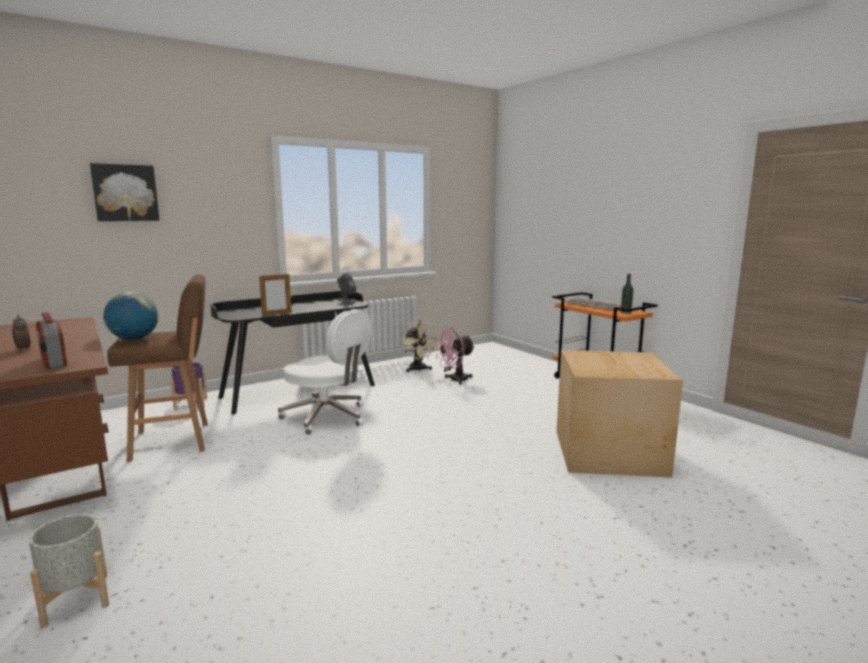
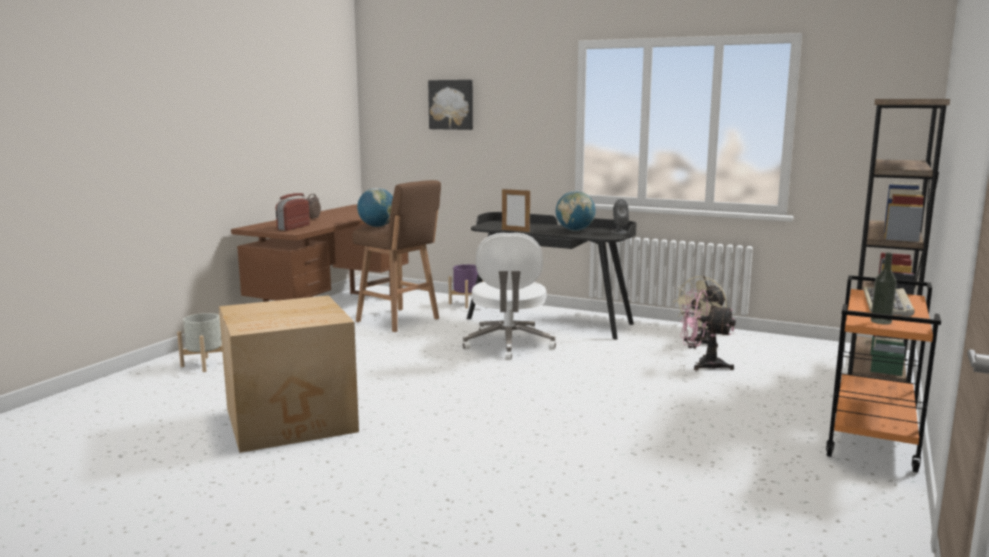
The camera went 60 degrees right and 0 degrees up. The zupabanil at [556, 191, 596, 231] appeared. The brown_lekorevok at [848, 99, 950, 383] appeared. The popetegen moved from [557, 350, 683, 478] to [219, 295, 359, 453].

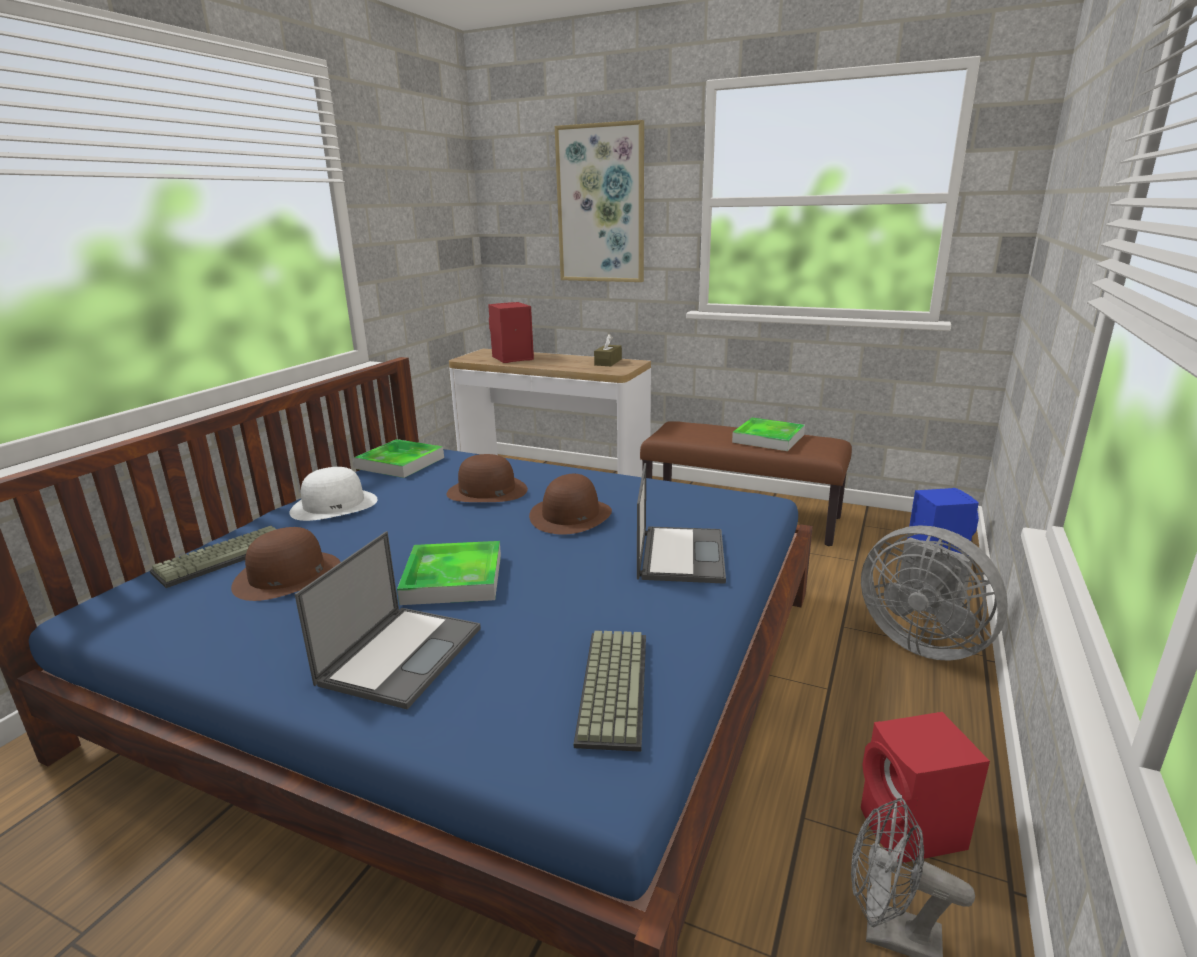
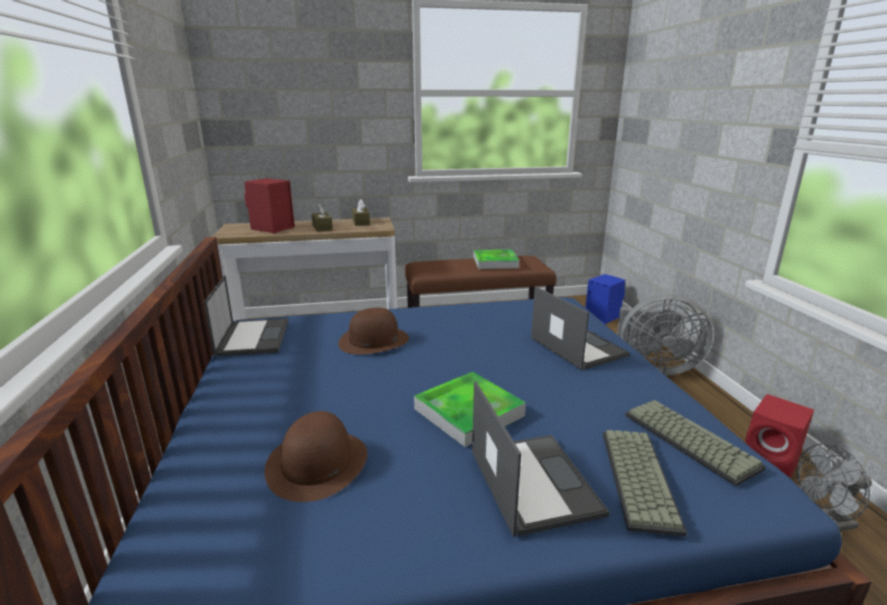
The camera went 35 degrees left and 0 degrees up. The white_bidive at [289, 467, 378, 521] disappeared. The brown_bidive at [529, 474, 612, 535] disappeared. The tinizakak at [555, 120, 644, 282] disappeared. The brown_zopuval at [311, 204, 333, 232] appeared. The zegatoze moved from [150, 526, 276, 588] to [603, 430, 687, 536]. The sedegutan at [354, 439, 444, 478] was replaced by the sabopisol at [204, 275, 288, 357].

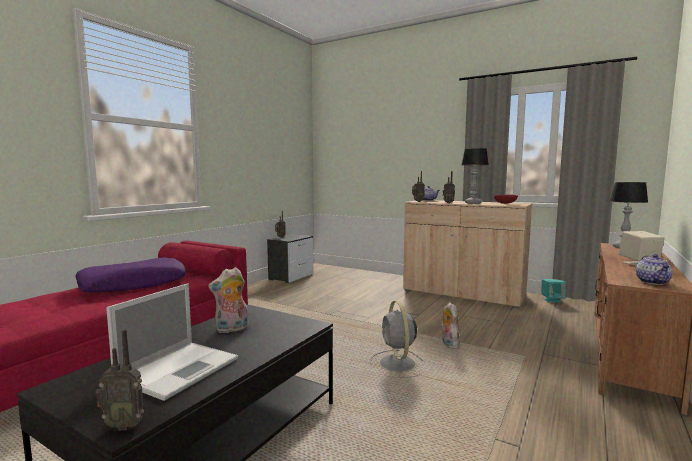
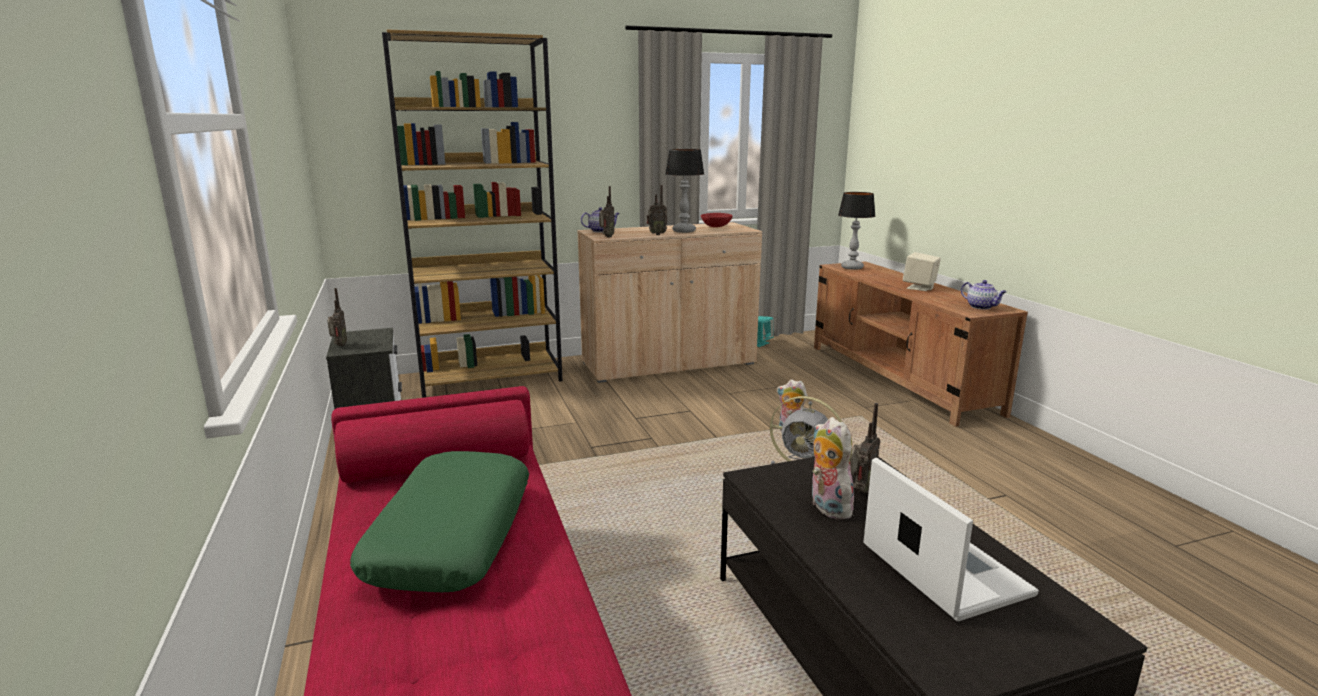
The camera went 50 degrees left and 10 degrees up. The brown_lekorevok at [382, 29, 563, 398] appeared. The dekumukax moved from [96, 329, 144, 430] to [850, 403, 880, 493]. The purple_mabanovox at [76, 257, 186, 293] became the green_mabanovox at [350, 451, 529, 592]. The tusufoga at [208, 267, 248, 334] turned 150 degrees clockwise.

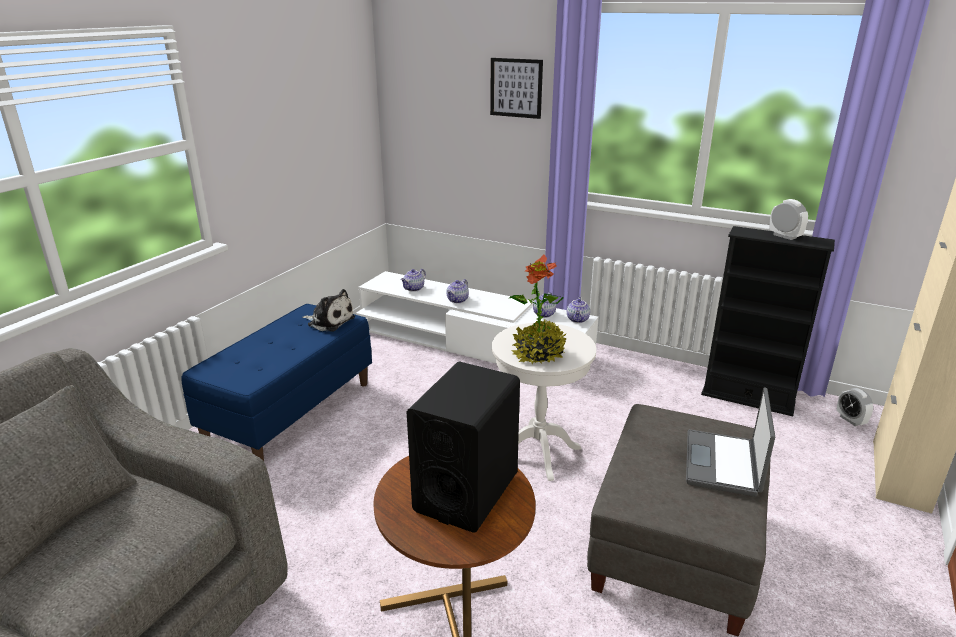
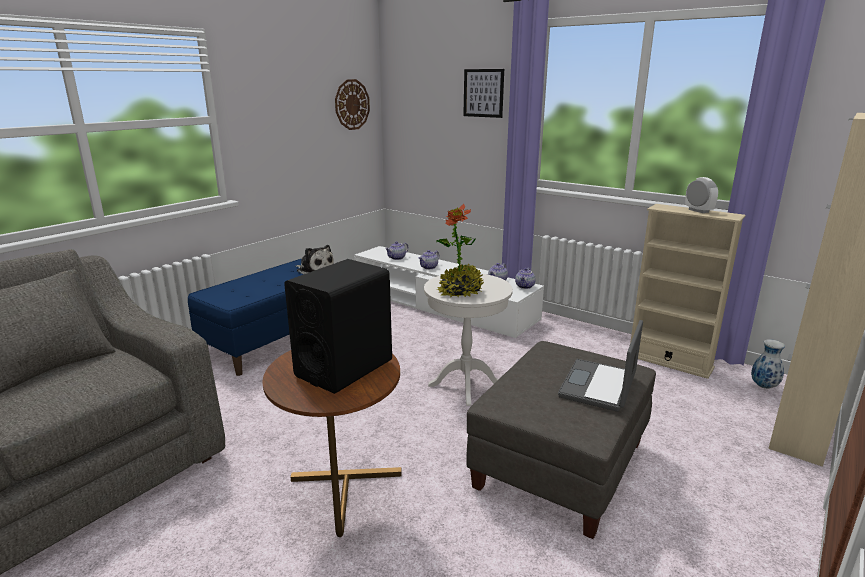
The camera went 10 degrees right and 5 degrees down. The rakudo at [335, 79, 370, 130] appeared. The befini at [837, 388, 873, 426] was replaced by the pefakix at [751, 339, 785, 389]. The black_lekorevok at [701, 226, 835, 416] became the beige_lekorevok at [630, 204, 745, 379].

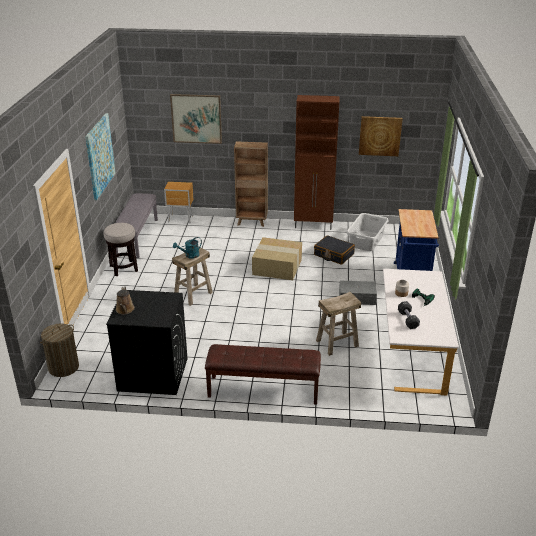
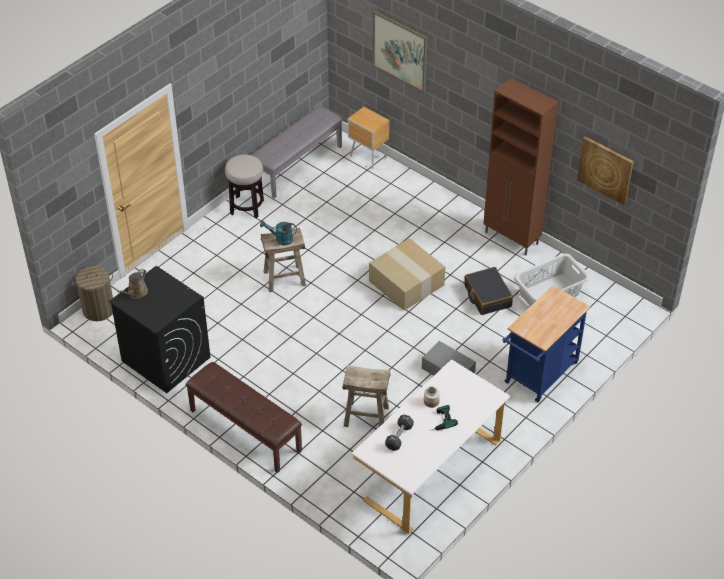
The camera went 35 degrees right and 15 degrees up. The tinizakak at [85, 113, 115, 200] disappeared. The brown_lekorevok at [234, 141, 268, 227] disappeared.

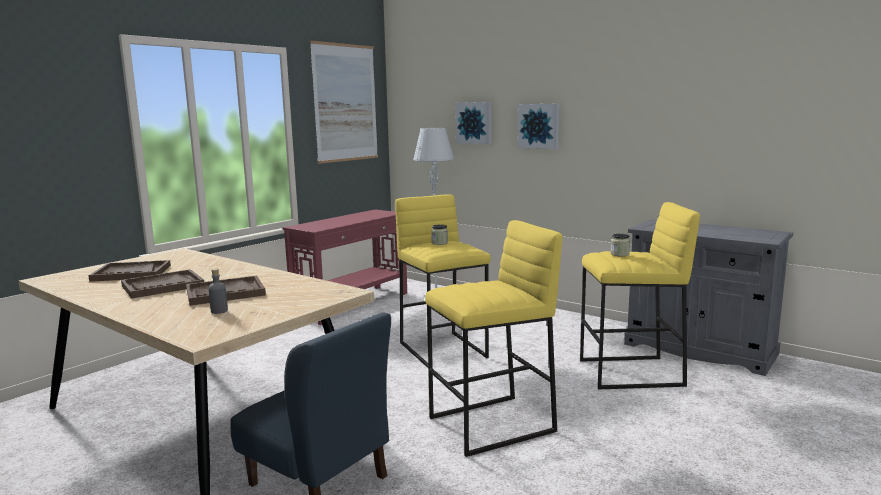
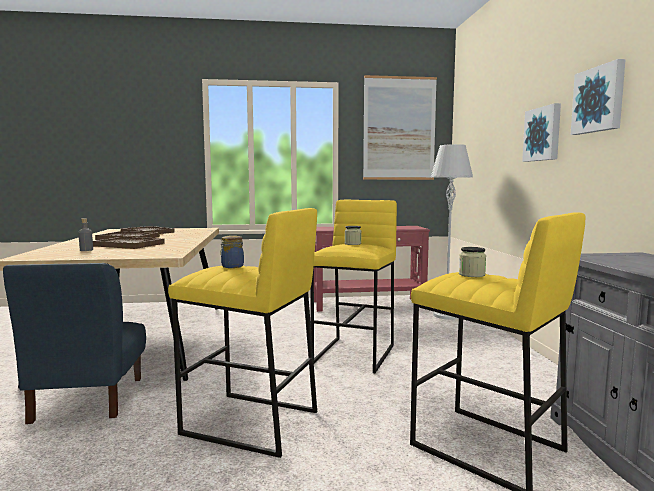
The camera went 45 degrees right and 5 degrees down. The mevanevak at [220, 235, 244, 268] appeared. The tinizakak moved from [455, 102, 492, 144] to [571, 59, 626, 135].

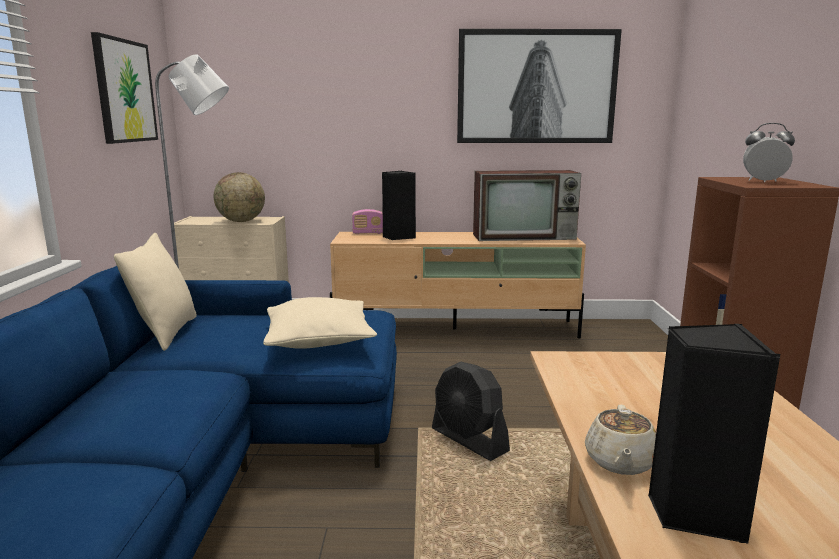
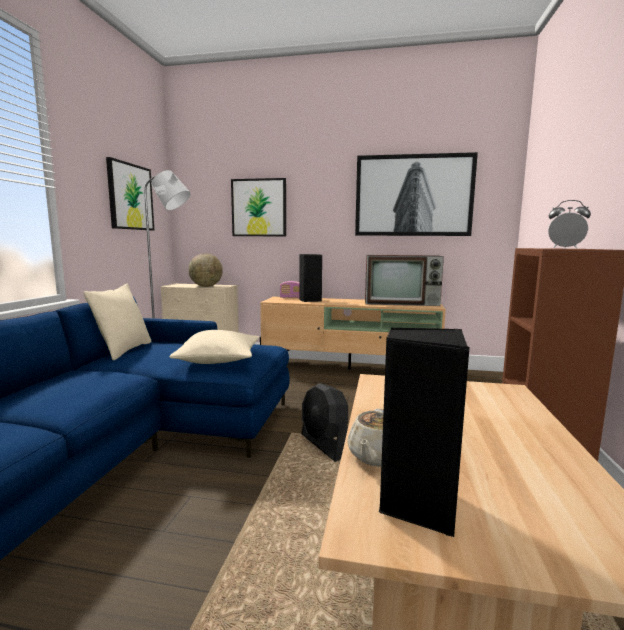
The camera went 10 degrees right and 5 degrees down. The tinizakak at [231, 178, 286, 236] appeared.

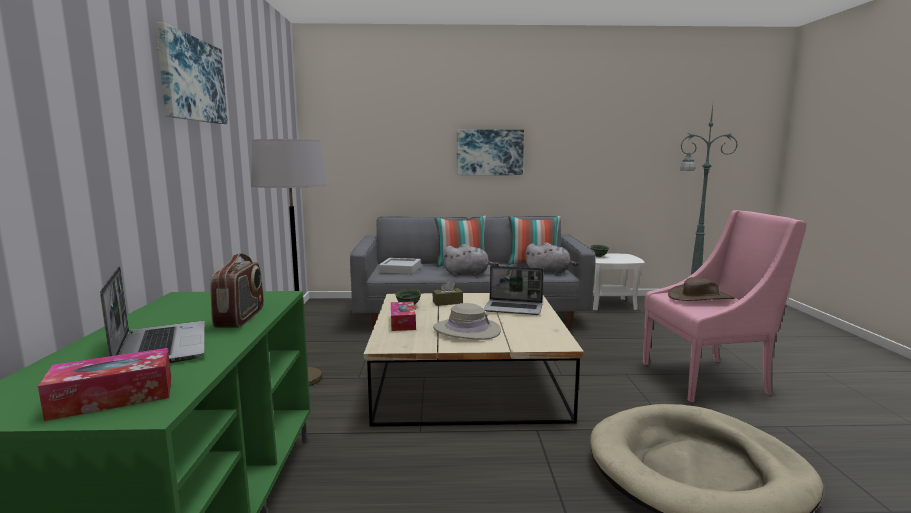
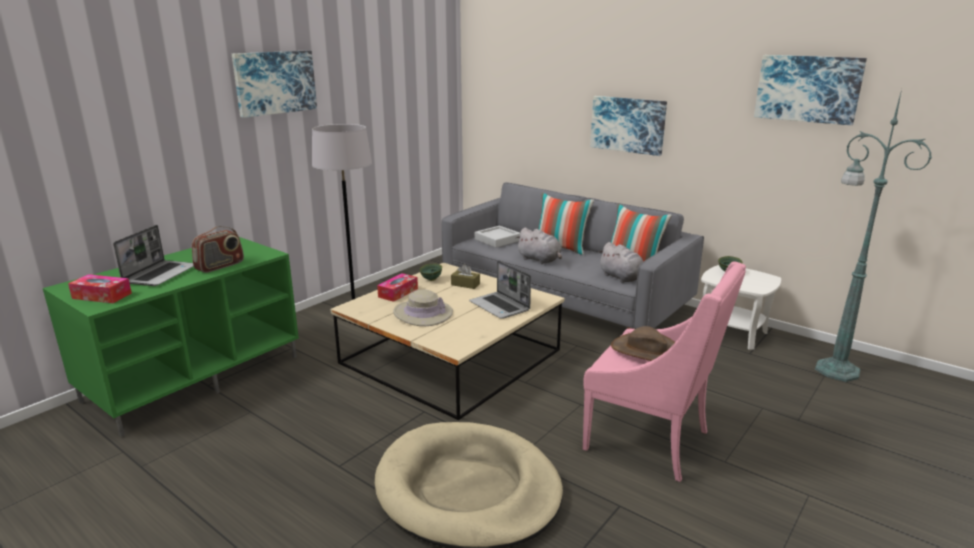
The camera went 40 degrees right and 10 degrees up. The tinizakak at [754, 55, 867, 126] appeared.

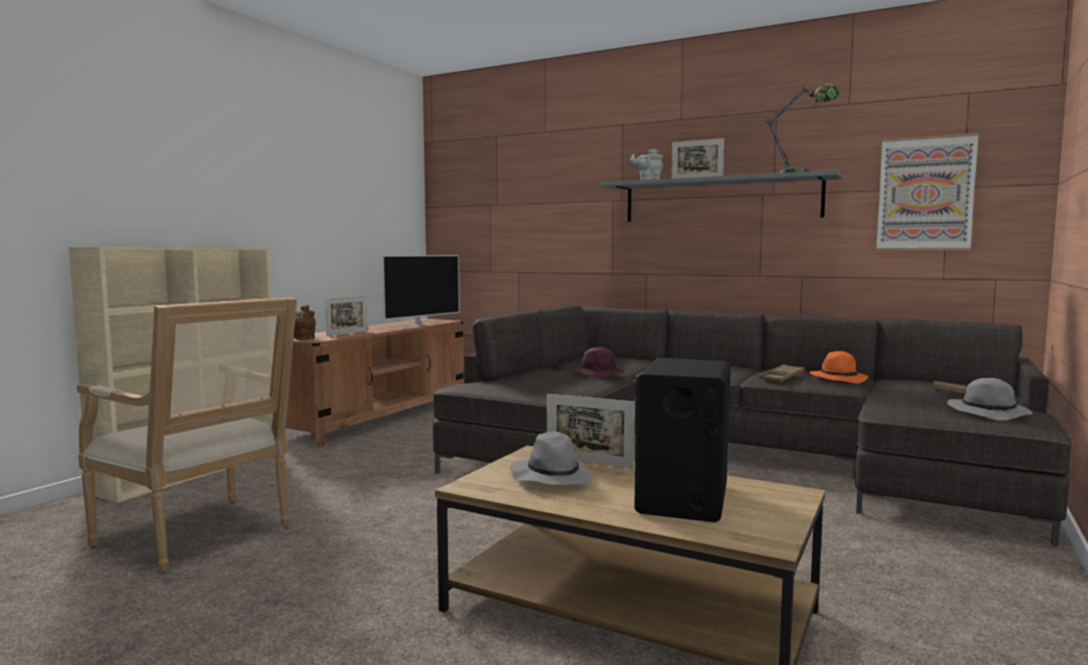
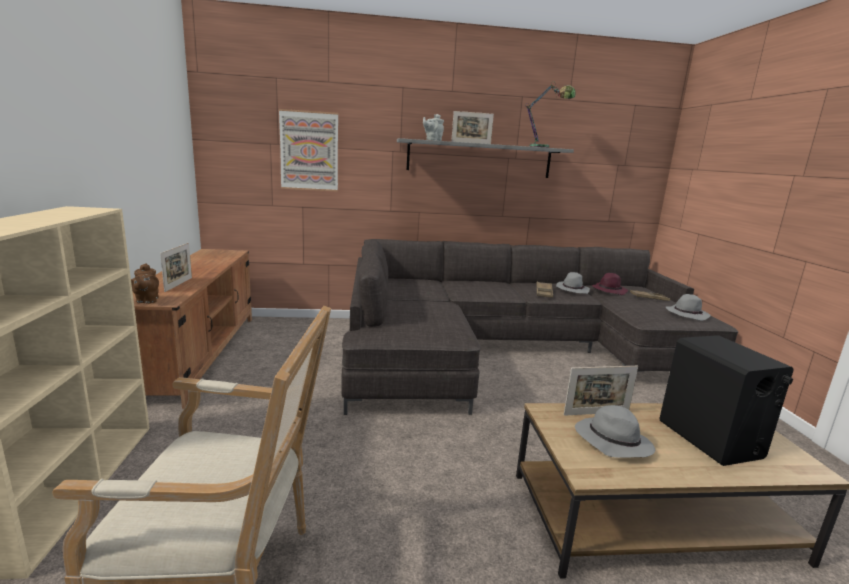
The camera went 35 degrees left and 10 degrees up. The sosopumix at [382, 255, 460, 327] disappeared. The purple_bidive moved from [571, 347, 626, 378] to [592, 273, 628, 295]. The tinizakak moved from [876, 133, 978, 250] to [279, 109, 338, 192]. The orange_bidive at [809, 351, 869, 384] became the grey_bidive at [556, 272, 590, 294].

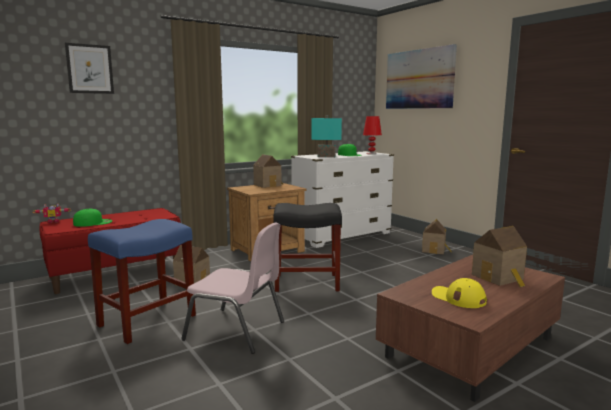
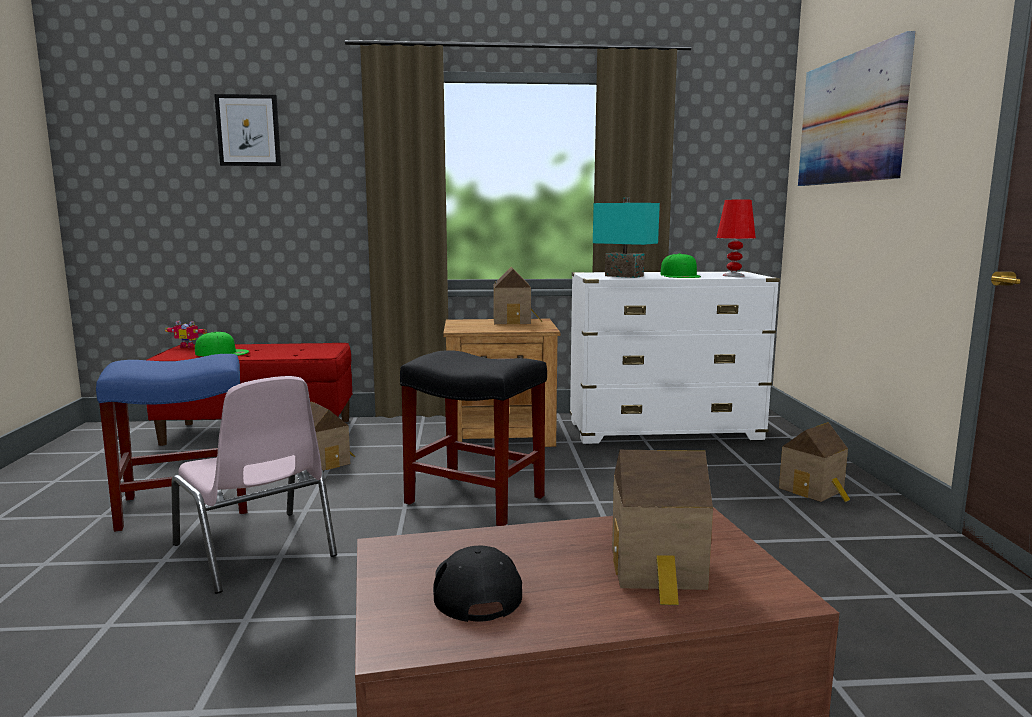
The camera went 30 degrees right and 0 degrees up. The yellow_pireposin at [432, 278, 487, 308] became the black_pireposin at [433, 546, 522, 622].

